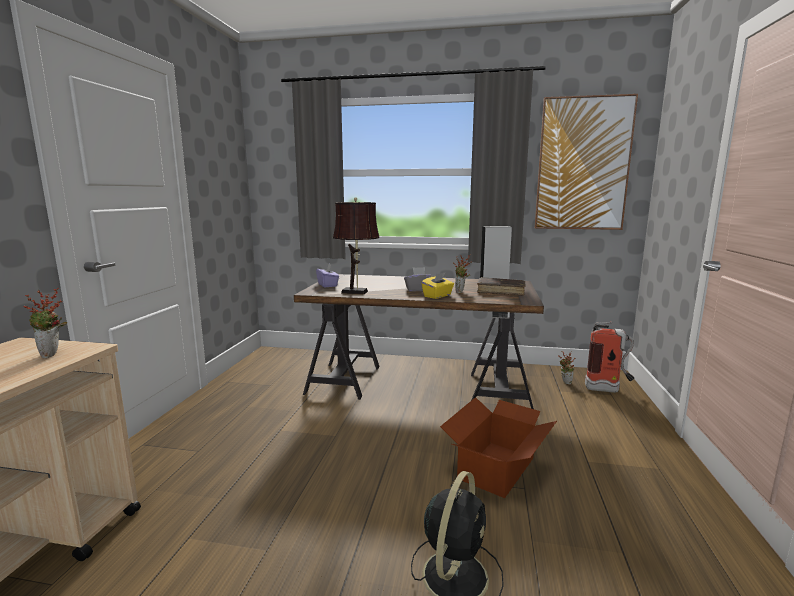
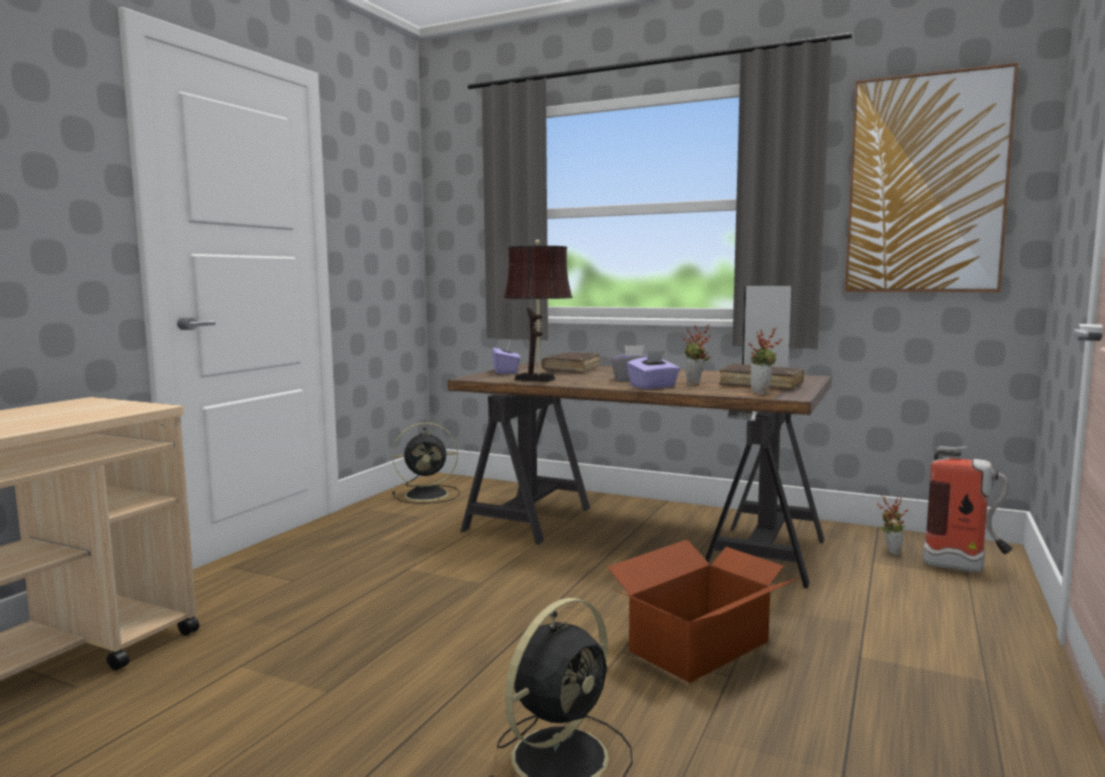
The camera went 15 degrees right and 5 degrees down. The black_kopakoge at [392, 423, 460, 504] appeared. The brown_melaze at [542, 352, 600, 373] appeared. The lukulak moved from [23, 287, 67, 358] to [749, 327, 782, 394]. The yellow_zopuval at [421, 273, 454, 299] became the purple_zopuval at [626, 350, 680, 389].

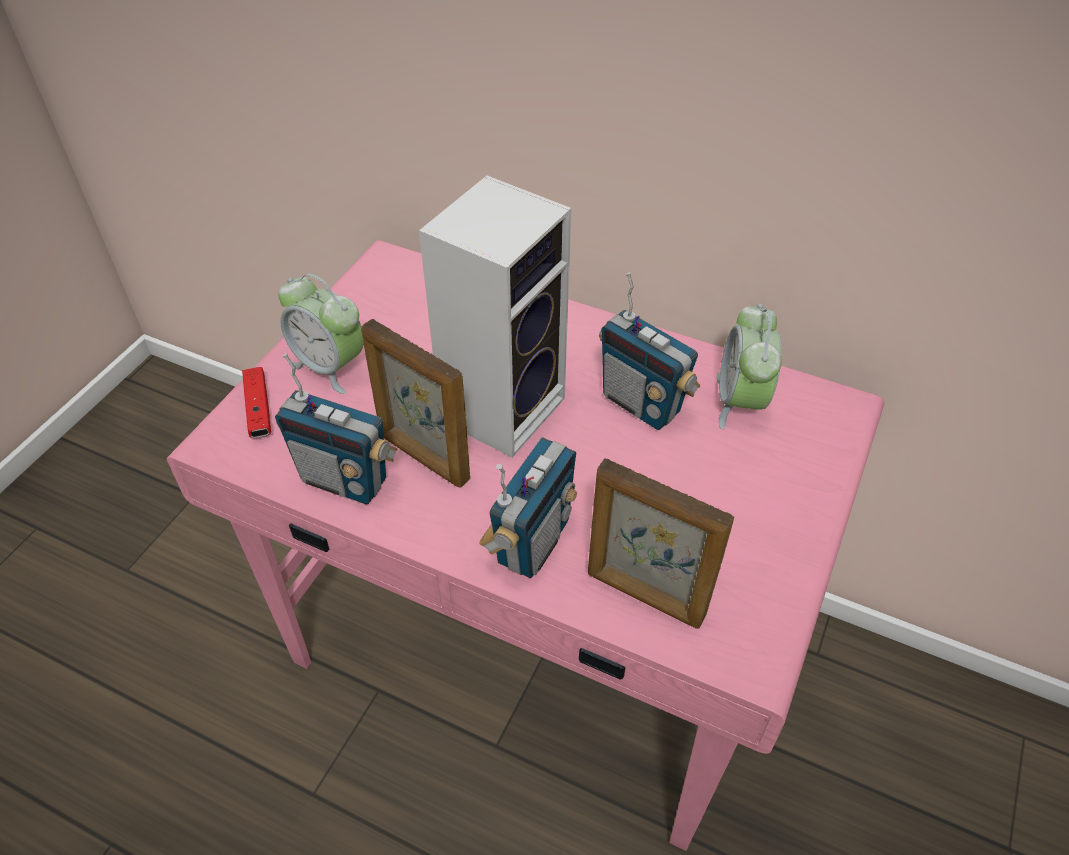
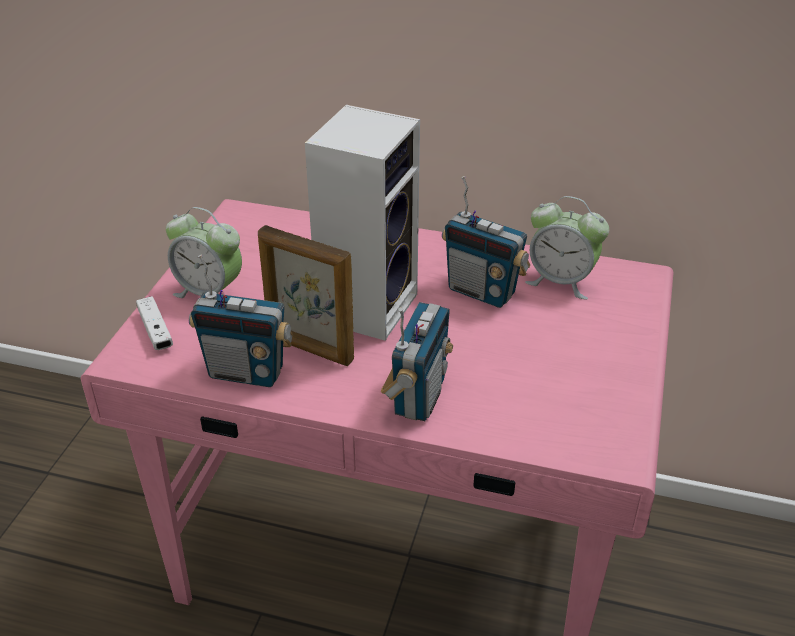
The camera went 10 degrees left and 10 degrees down. The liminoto at [588, 458, 734, 628] disappeared. The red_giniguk at [242, 367, 271, 438] became the white_giniguk at [136, 296, 173, 350]. The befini at [717, 304, 782, 429] turned 60 degrees counterclockwise.

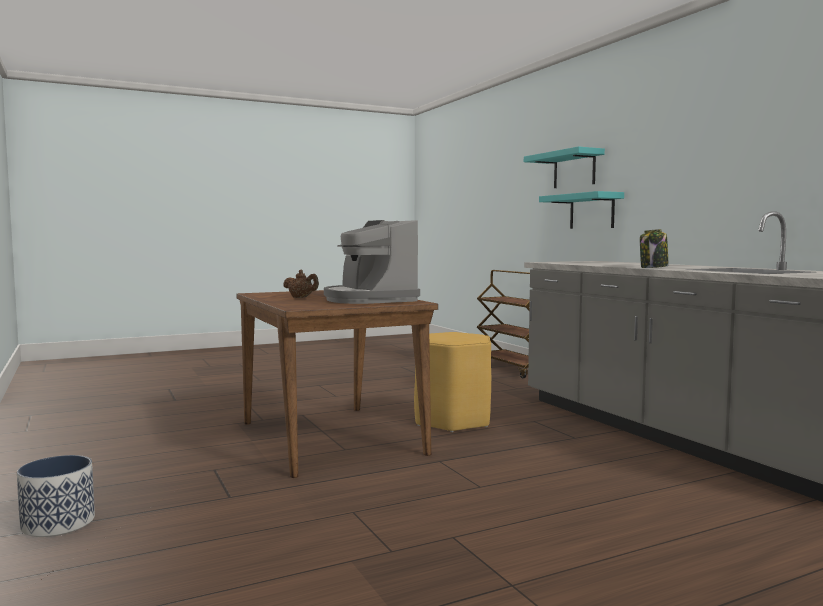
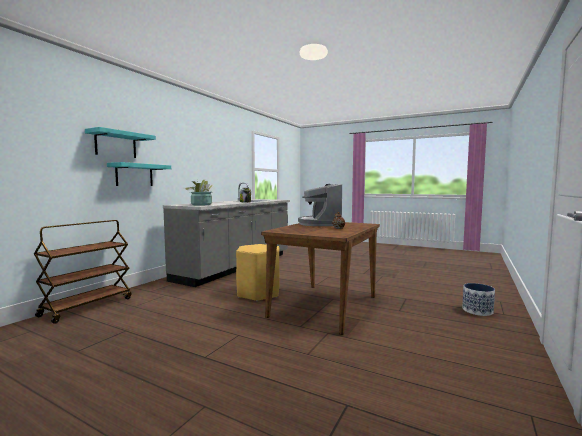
The camera went 125 degrees left and 0 degrees up. The lukulak at [184, 180, 214, 205] appeared. The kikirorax at [324, 220, 420, 304] turned 150 degrees clockwise.

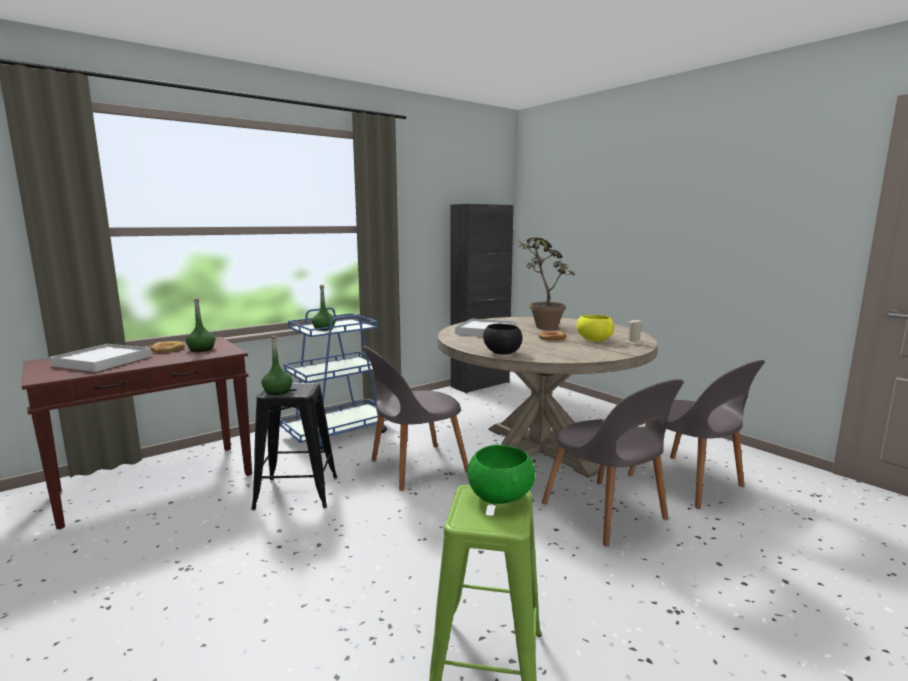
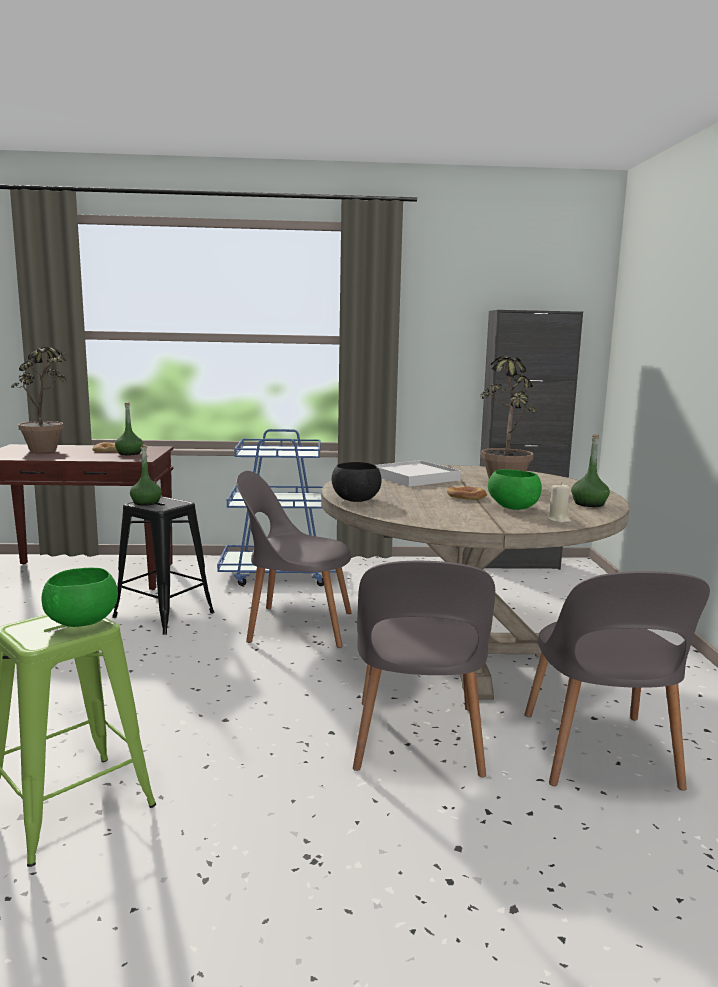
The camera went 35 degrees right and 0 degrees up. The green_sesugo moved from [312, 285, 336, 331] to [571, 434, 610, 507]. The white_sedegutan at [49, 344, 151, 372] was replaced by the lukulak at [11, 347, 67, 453]. The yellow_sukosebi at [576, 315, 614, 342] became the green_sukosebi at [488, 469, 542, 510].

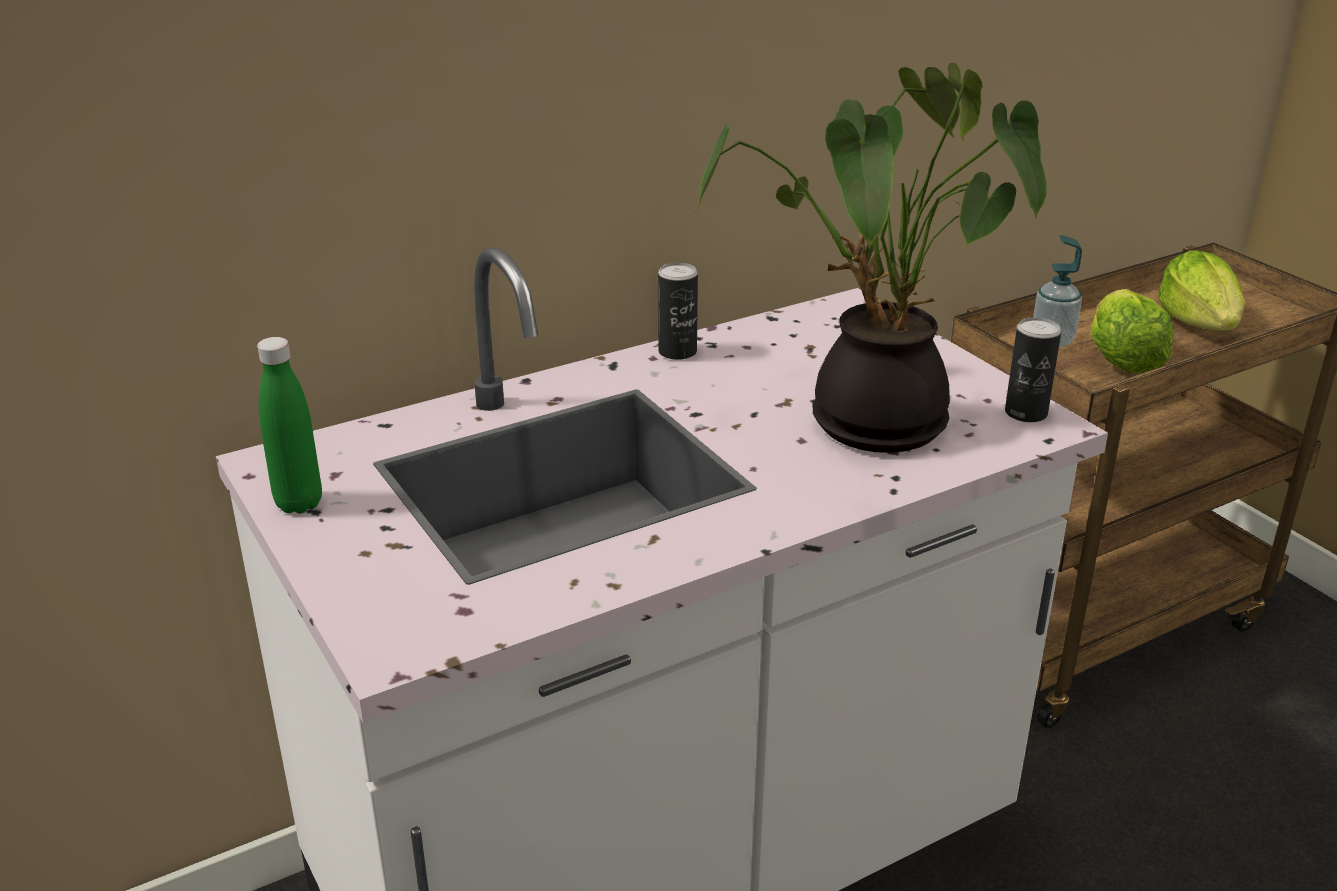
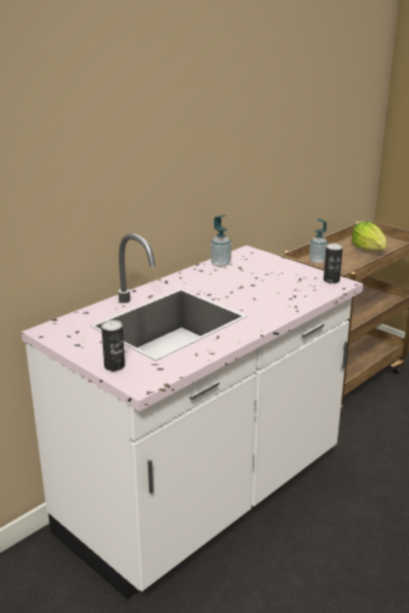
The camera went 15 degrees left and 5 degrees down. The green_sesugo at [257, 337, 322, 514] disappeared. The lukulak at [695, 62, 1047, 453] disappeared. The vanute at [1091, 289, 1174, 373] disappeared. The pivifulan at [211, 215, 231, 267] appeared. The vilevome moved from [658, 262, 698, 360] to [101, 320, 125, 371].

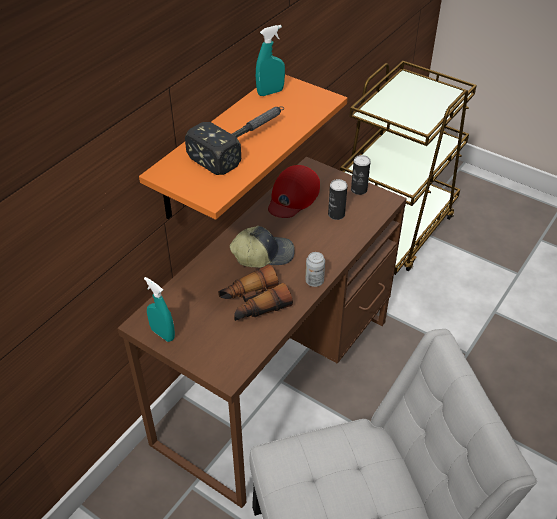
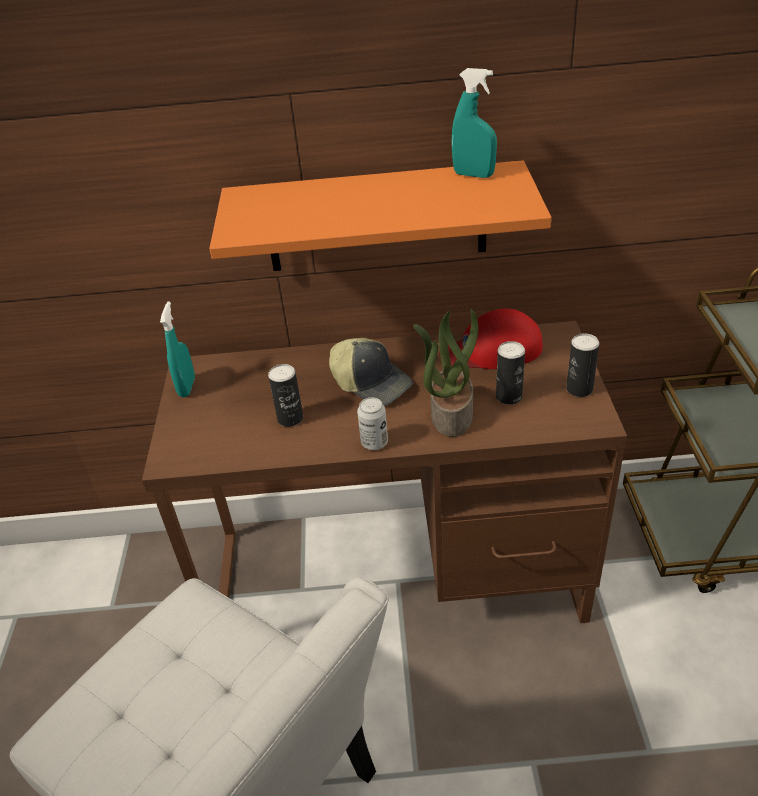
The camera went 55 degrees right and 5 degrees down. The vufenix at [185, 106, 284, 175] disappeared. The lukulak at [413, 310, 479, 437] appeared. The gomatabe at [218, 264, 293, 321] was replaced by the vilevome at [268, 364, 303, 427].

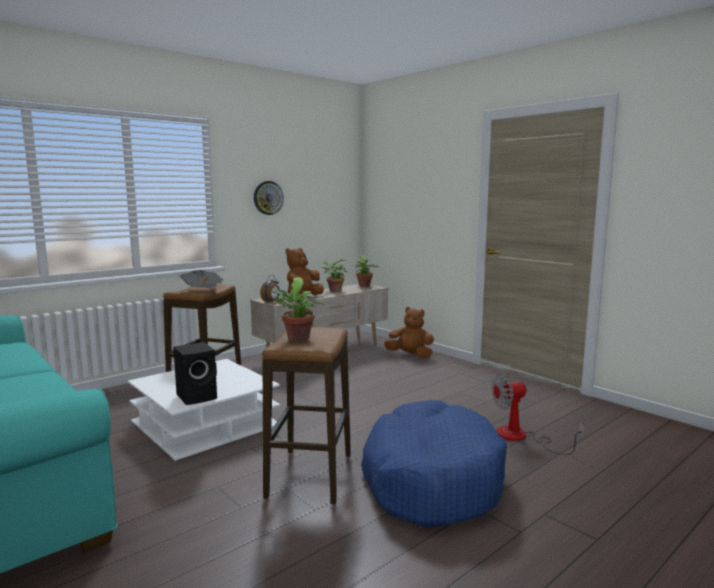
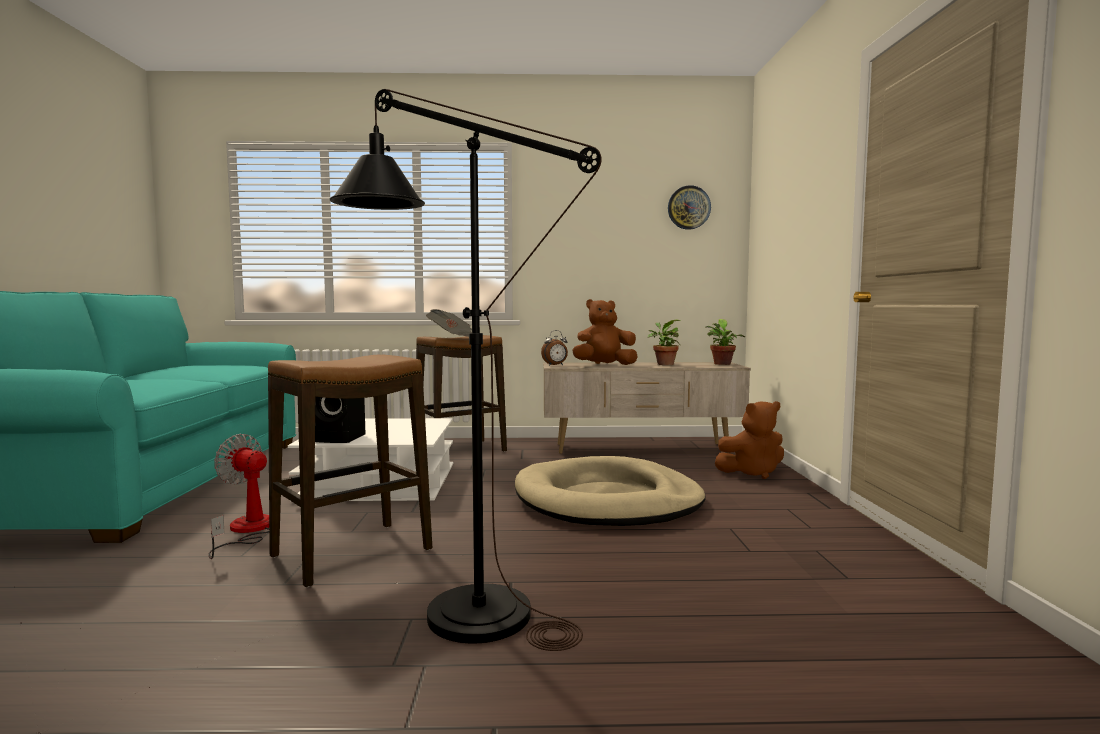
The camera went 40 degrees right and 5 degrees down. The lukulak at [270, 277, 324, 341] disappeared. The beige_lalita at [515, 456, 705, 526] appeared. The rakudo moved from [254, 181, 284, 215] to [668, 185, 711, 229]. The kopakoge moved from [492, 373, 585, 455] to [209, 434, 269, 559]. The blue_lalita at [361, 400, 507, 528] was replaced by the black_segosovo at [330, 89, 602, 651]. The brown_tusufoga at [384, 307, 434, 358] turned 105 degrees clockwise.

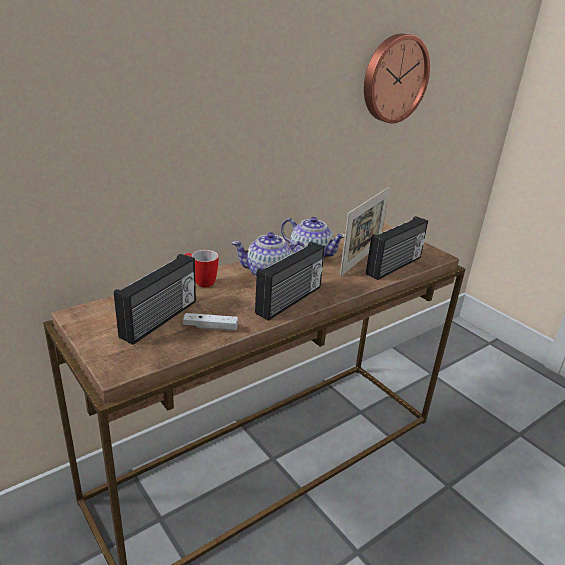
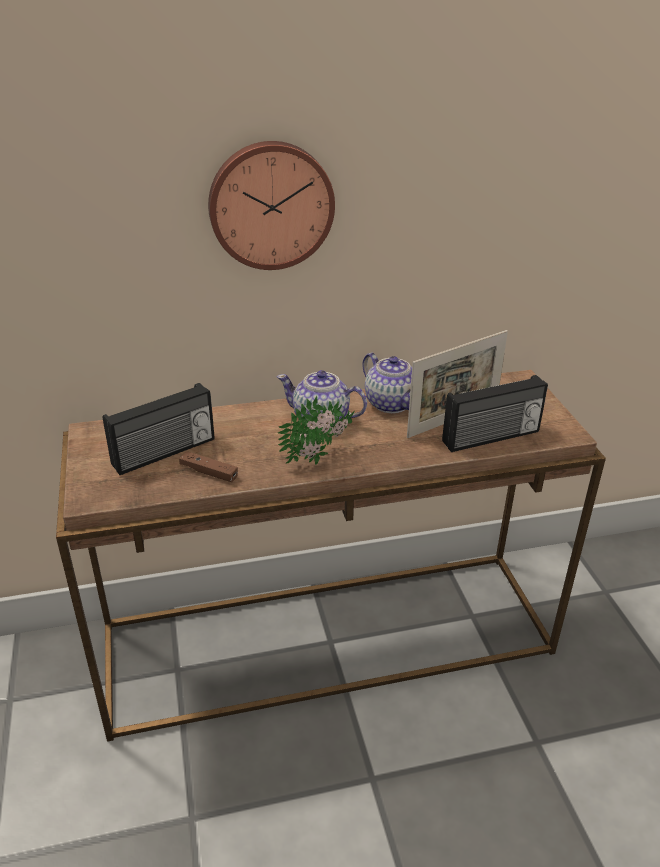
The camera went 25 degrees right and 5 degrees up. The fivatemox at [184, 250, 219, 287] disappeared. The rakudo moved from [364, 34, 430, 123] to [208, 141, 335, 270]. The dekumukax at [255, 242, 325, 321] was replaced by the lukulak at [278, 396, 354, 465]. The white_giniguk at [183, 313, 238, 331] became the brown_giniguk at [179, 451, 238, 482].

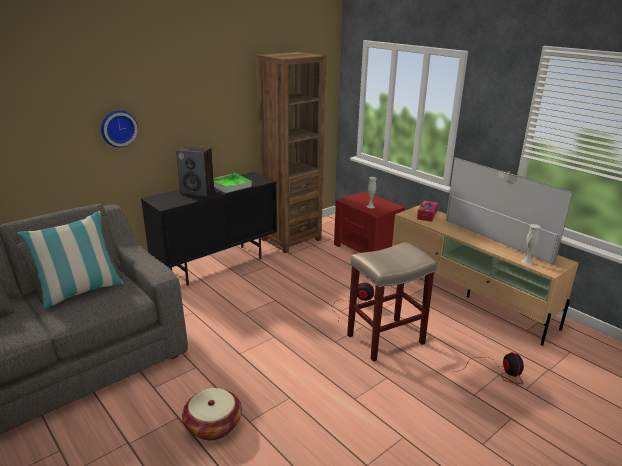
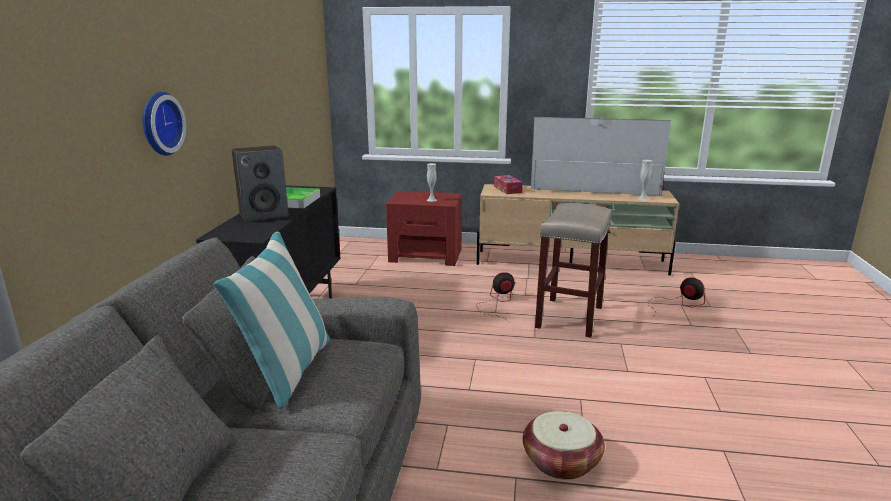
The camera went 40 degrees left and 5 degrees down. The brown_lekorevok at [256, 52, 327, 253] disappeared.

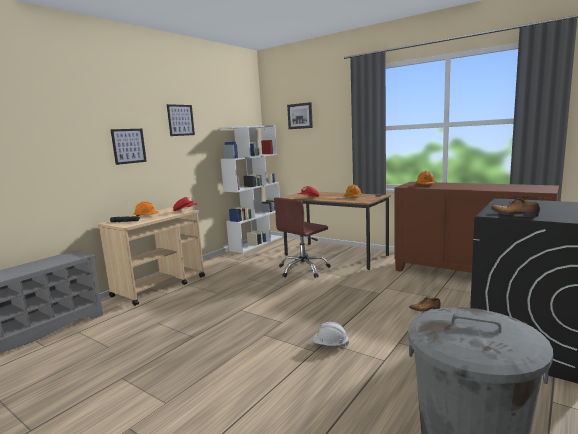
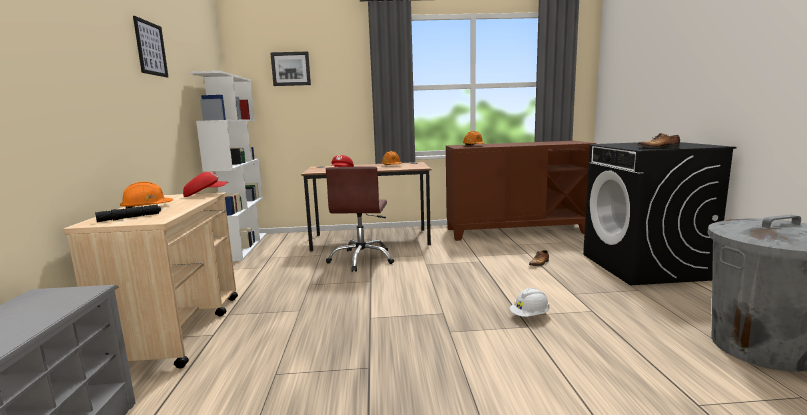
The camera went 40 degrees left and 0 degrees up. The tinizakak at [110, 129, 147, 165] disappeared.

